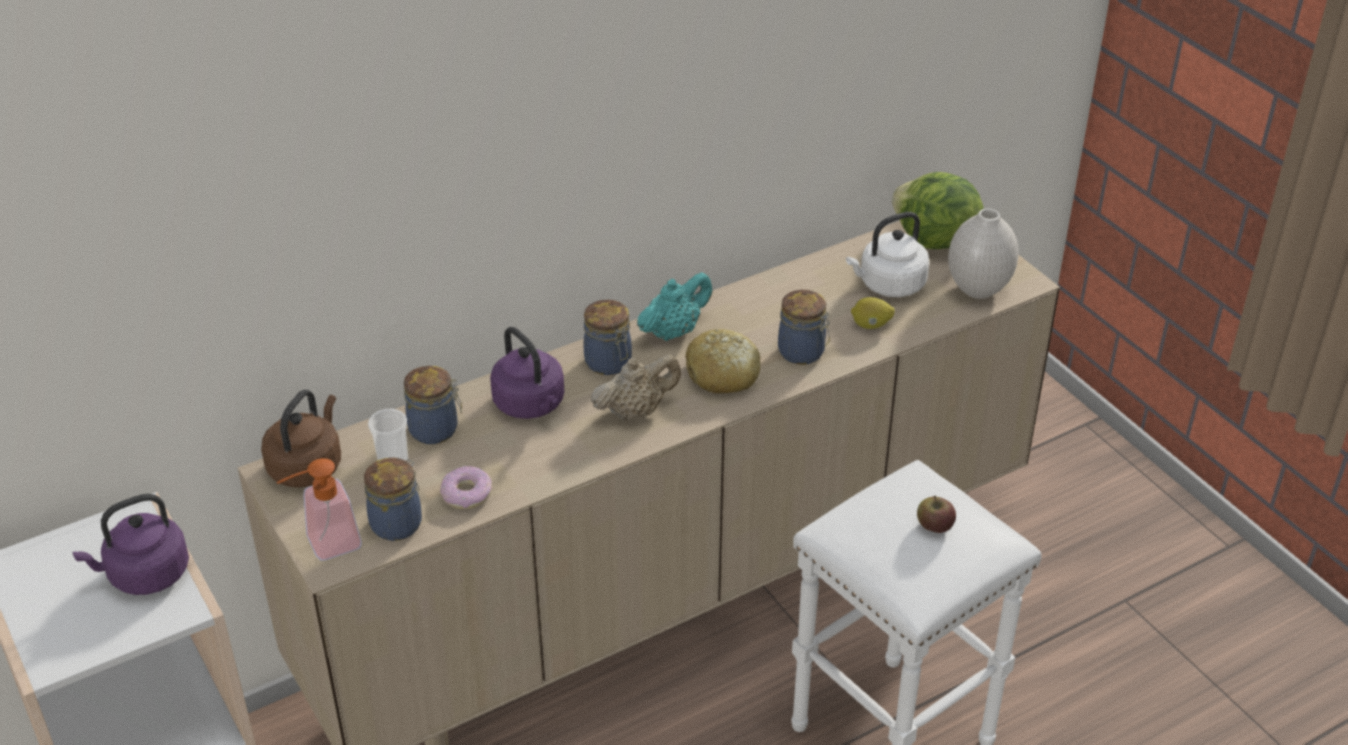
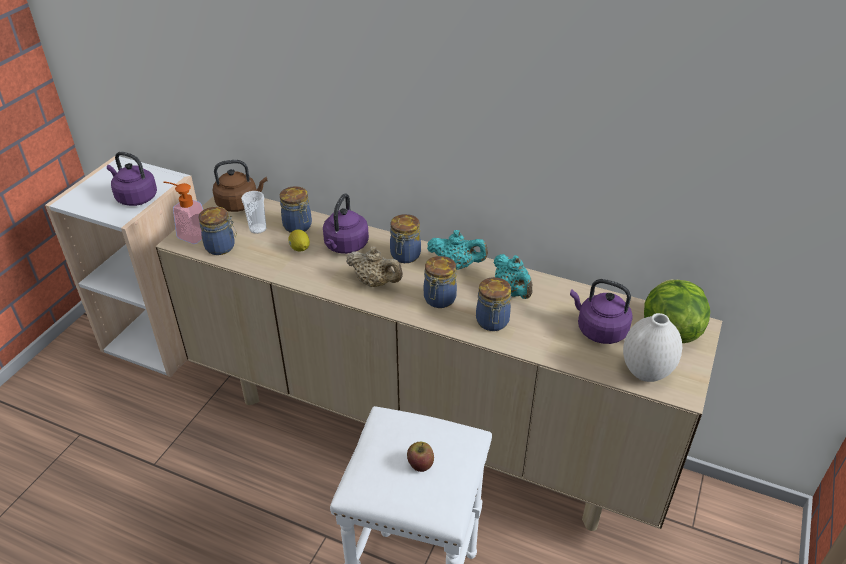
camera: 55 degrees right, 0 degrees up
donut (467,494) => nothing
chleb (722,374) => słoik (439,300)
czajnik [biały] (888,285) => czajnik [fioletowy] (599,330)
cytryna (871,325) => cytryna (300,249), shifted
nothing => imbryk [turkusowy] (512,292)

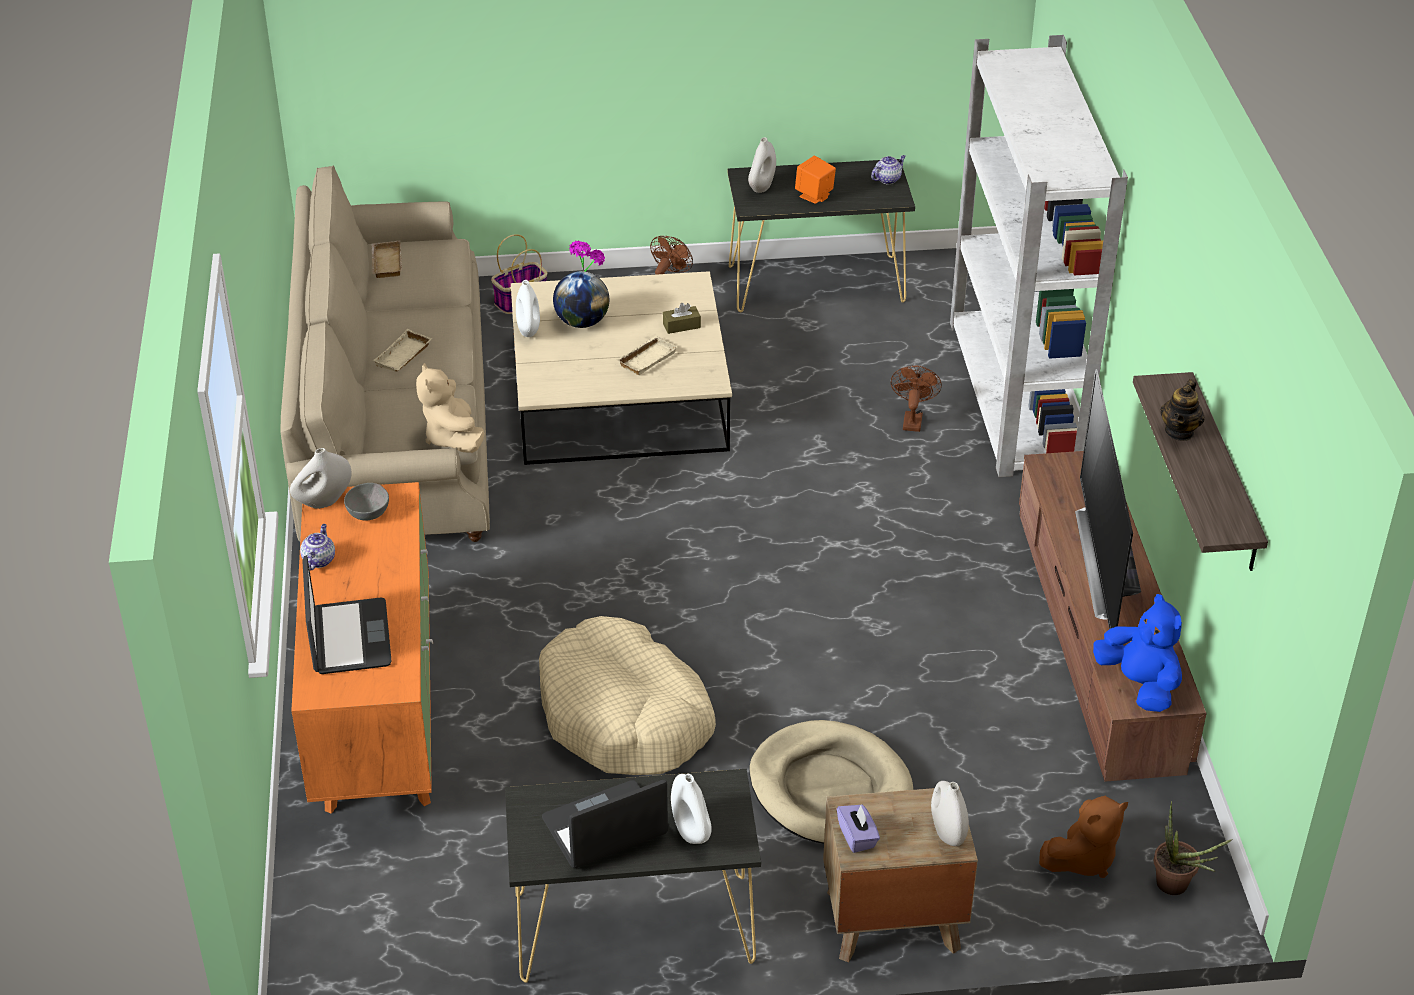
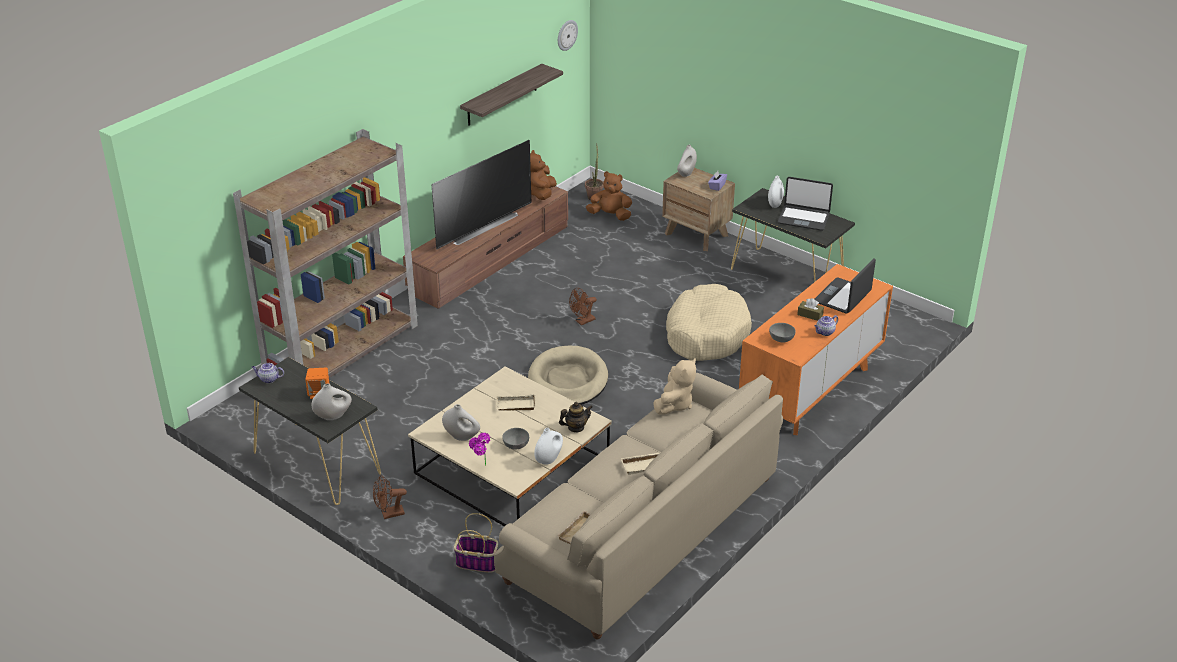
camera: 135 degrees left, 5 degrees down
wazon [biały] (323,502) => wazon [biały] (462,436), shifted
globus (582,322) => miska [szary] (516,446)
pudełko chusteczek [brązowy] (681,325) => pudełko chusteczek [brązowy] (810,315), shifted
legowisko [beżowy] (830,788) => legowisko [beżowy] (568,380), shifted
wentylator [brązowy] (912,419) => wentylator [brązowy] (583,321), shifted
regał [biały] (1015,394) => regał [brązowy] (343,351)
pluszak [niebieski] (1139,684) => pluszak [brązowy] (541,193)
imbryk (1180,431) => imbryk (576,427), shifted
nothing => zegar ścienny (566,35)

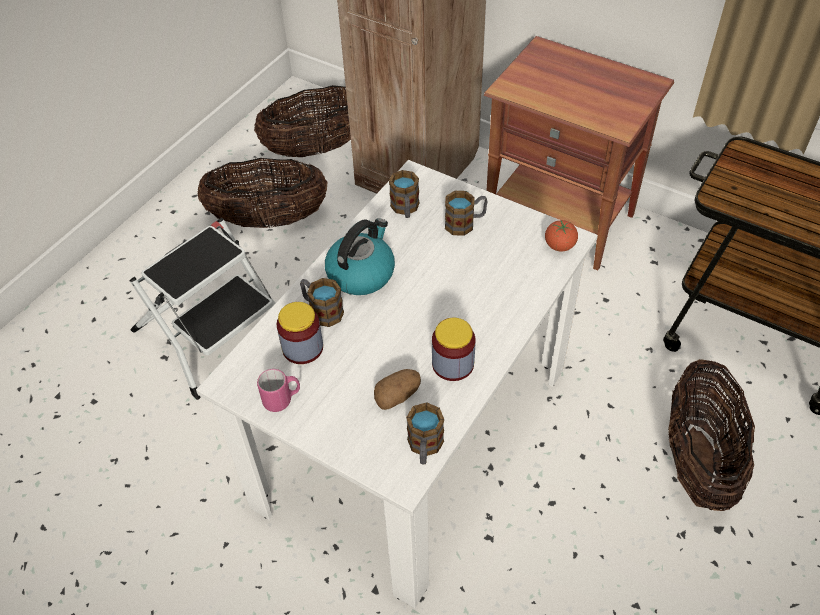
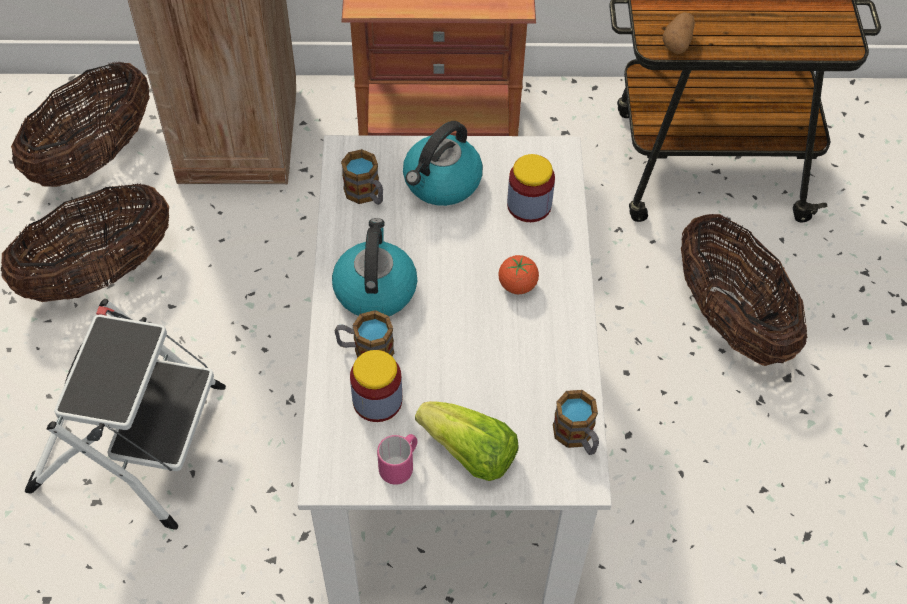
camera: 35 degrees left, 5 degrees up
ziemniak (397,396) => ziemniak (678,42), shifted
słoik (453,364) => słoik (529,205), shifted
kubek (465,223) => czajnik (441,183)
pomidor (559,246) => pomidor (517,285), shifted
nothing => sałata (469,453)

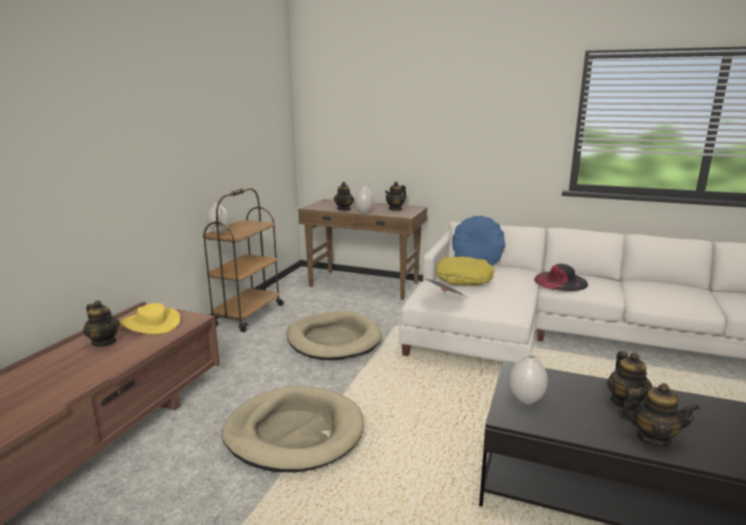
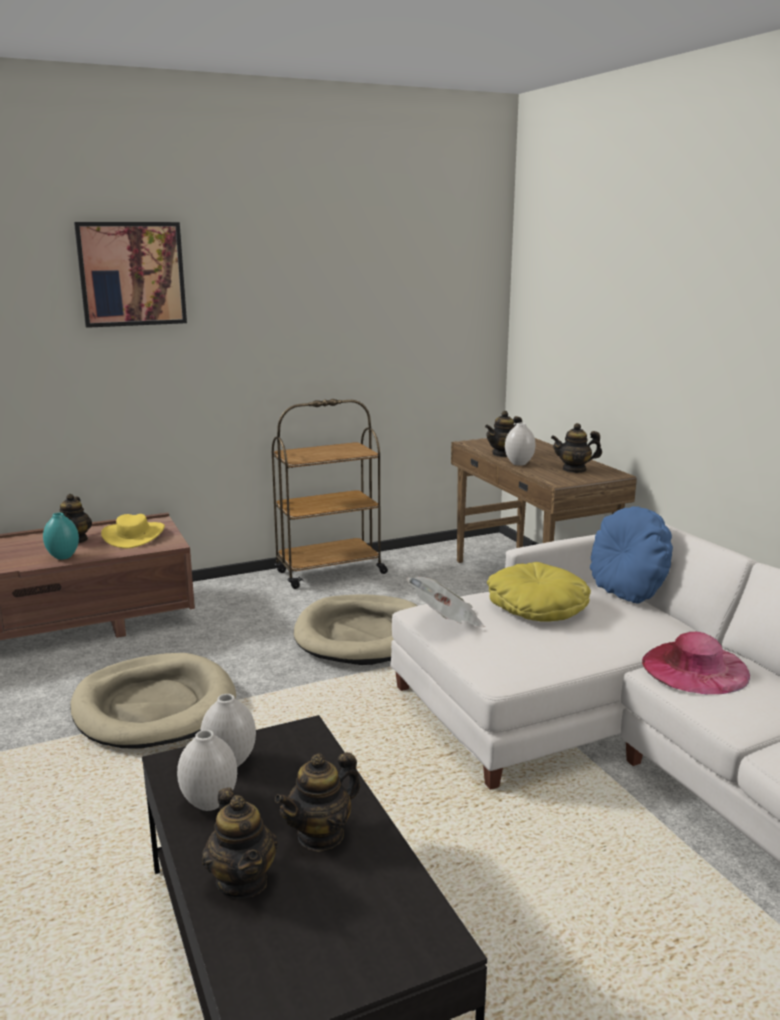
camera: 45 degrees right, 0 degrees up
wazon [biały] (219,232) => wazon [biały] (209,802), shifted
kapelusz [czarny] (560,281) => kapelusz [różowy] (695,668)
nothing => wazon [turkusowy] (63,557)
nothing => obraz (132,274)

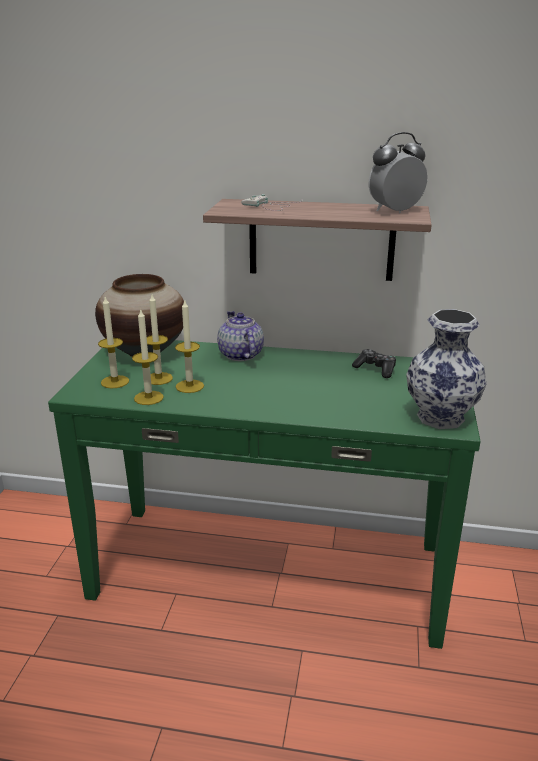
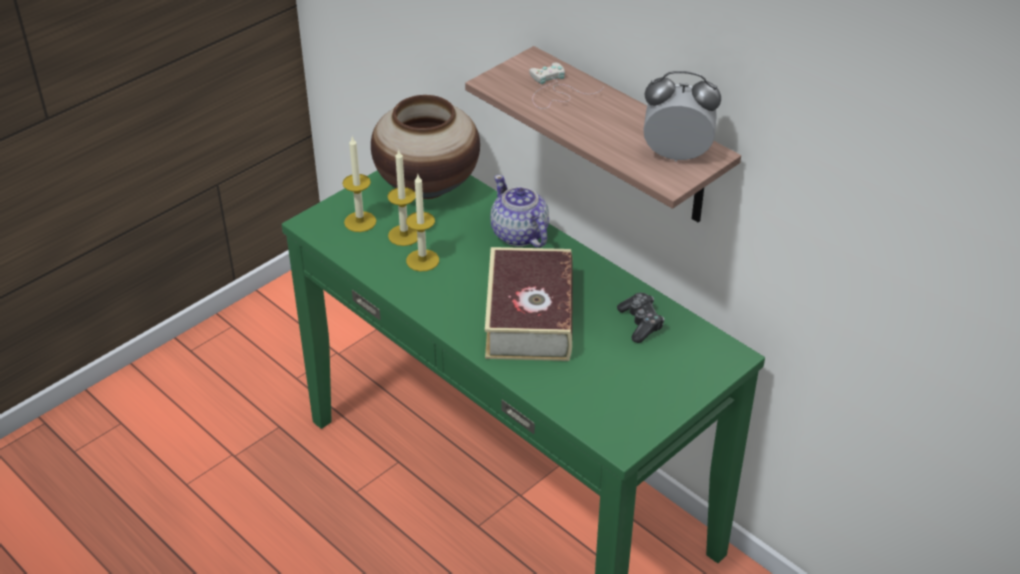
camera: 35 degrees right, 15 degrees up
świeca (148,398) => nothing
imbryk (240,355) => imbryk (519,235), 45 degrees counterclockwise
wazon (441,417) => nothing
nothing => książka (529,317)

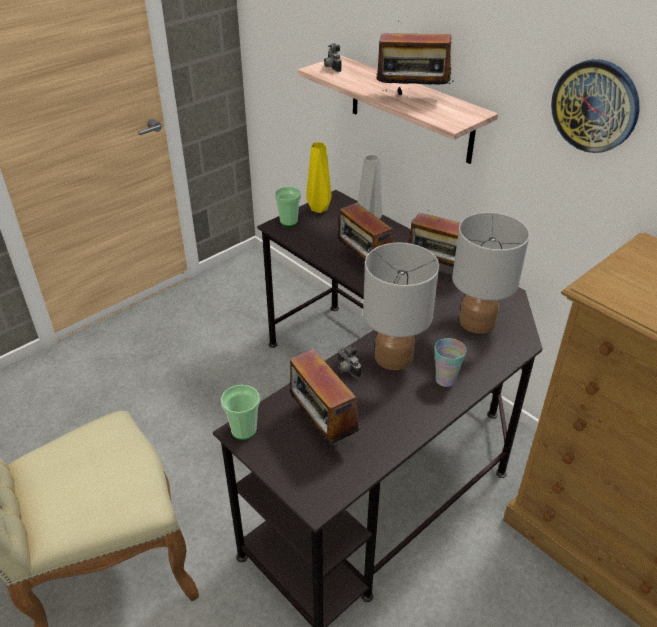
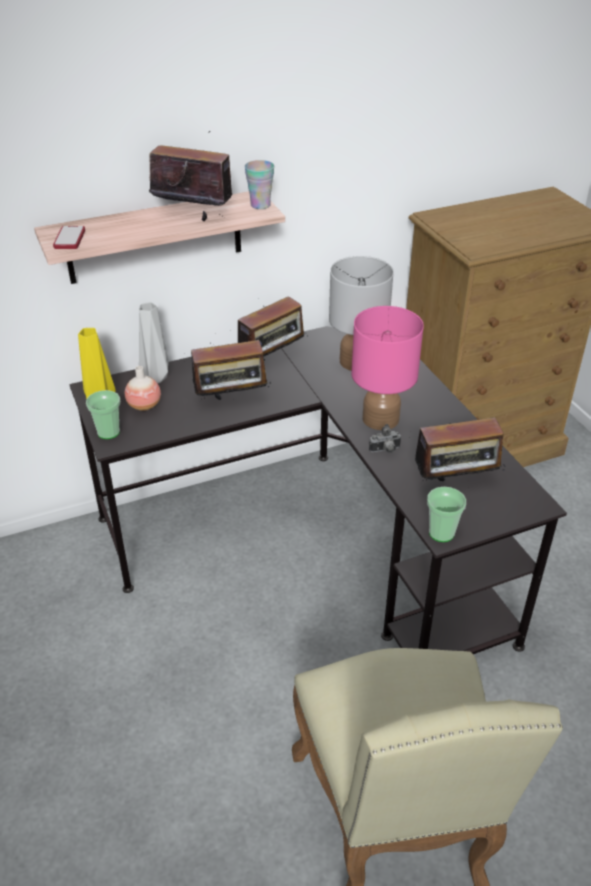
camera: 70 degrees left, 0 degrees up
aparat fotograficzny (331,68) => telefon (69,239)
lampa stołowa [szary] (394,357) => lampa stołowa [różowy] (380,419)
radio (412,98) => radio (193,216), 105 degrees counterclockwise
filiżanka (445,379) => filiżanka (260,205), shifted
zegar ścienny (595,106) => nothing
nothing => wazon (144,405)

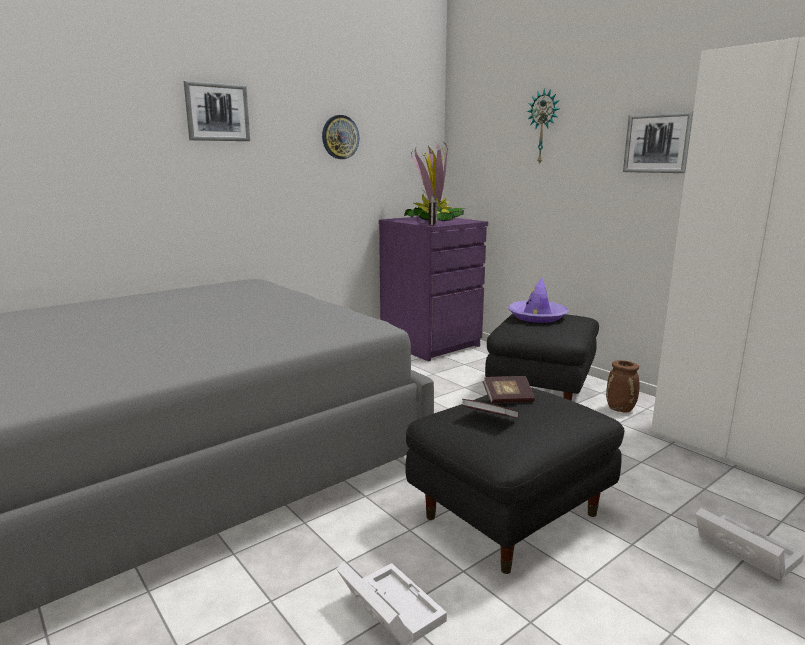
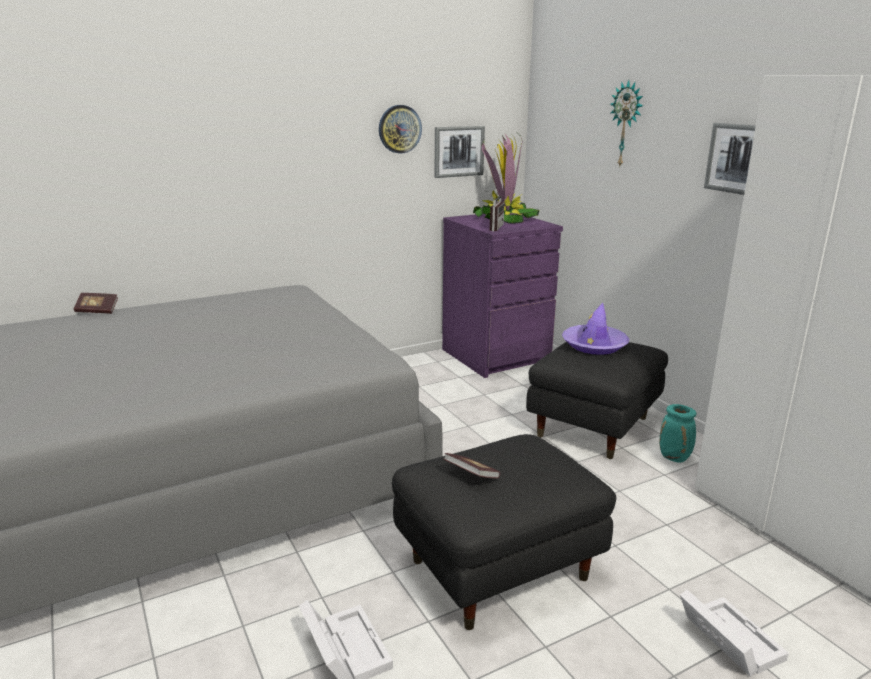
camera: 10 degrees right, 5 degrees up
obraz (217,112) => obraz (458,151), shifted
książka (508,399) => książka (97,311), shifted
wazon [brązowy] (621,409) => wazon [turkusowy] (675,458)

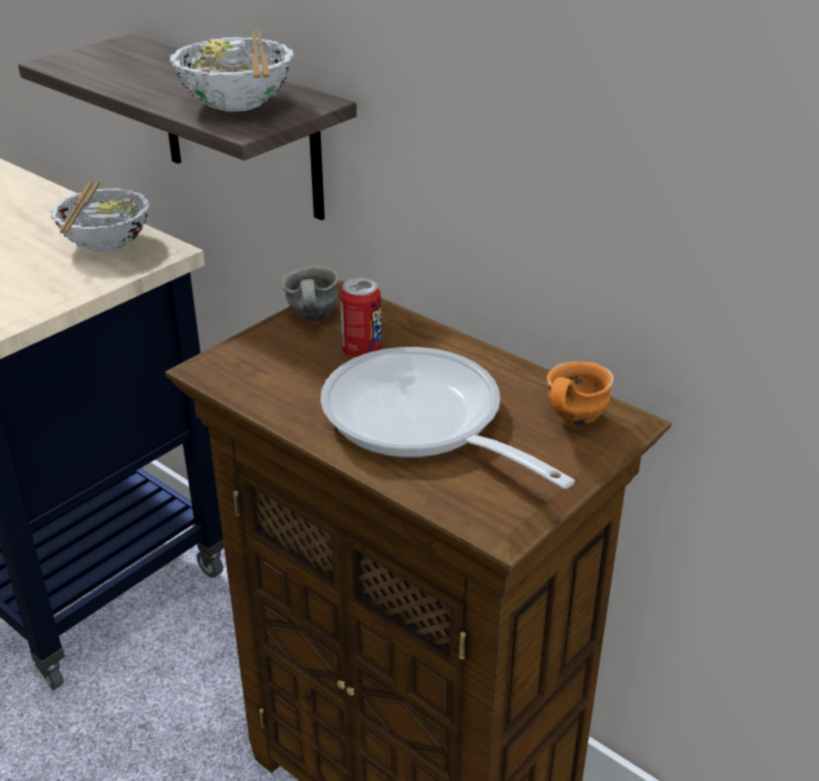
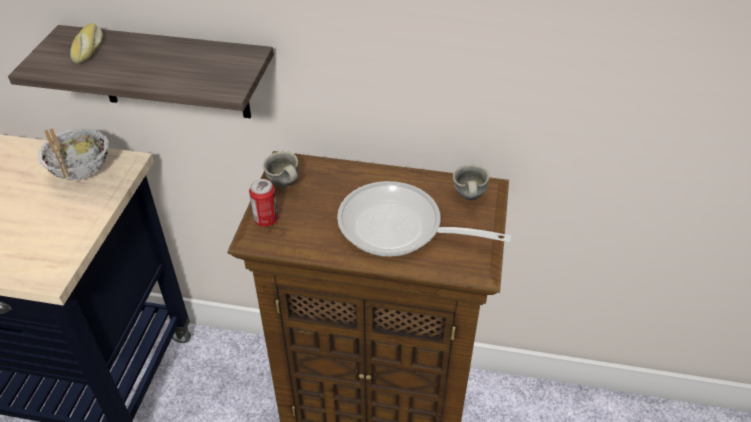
camera: 30 degrees left, 10 degrees up
miska (238,104) => nothing
puszka (362,351) => puszka (266,220), shifted
kubek [pomarańczowy] (570,420) => kubek [szary] (467,198)
nothing => chleb (89,49)

